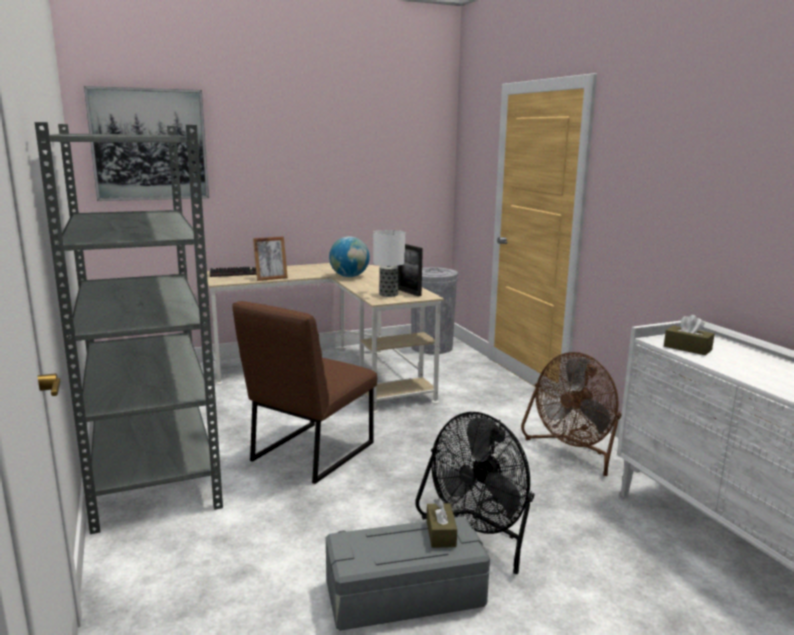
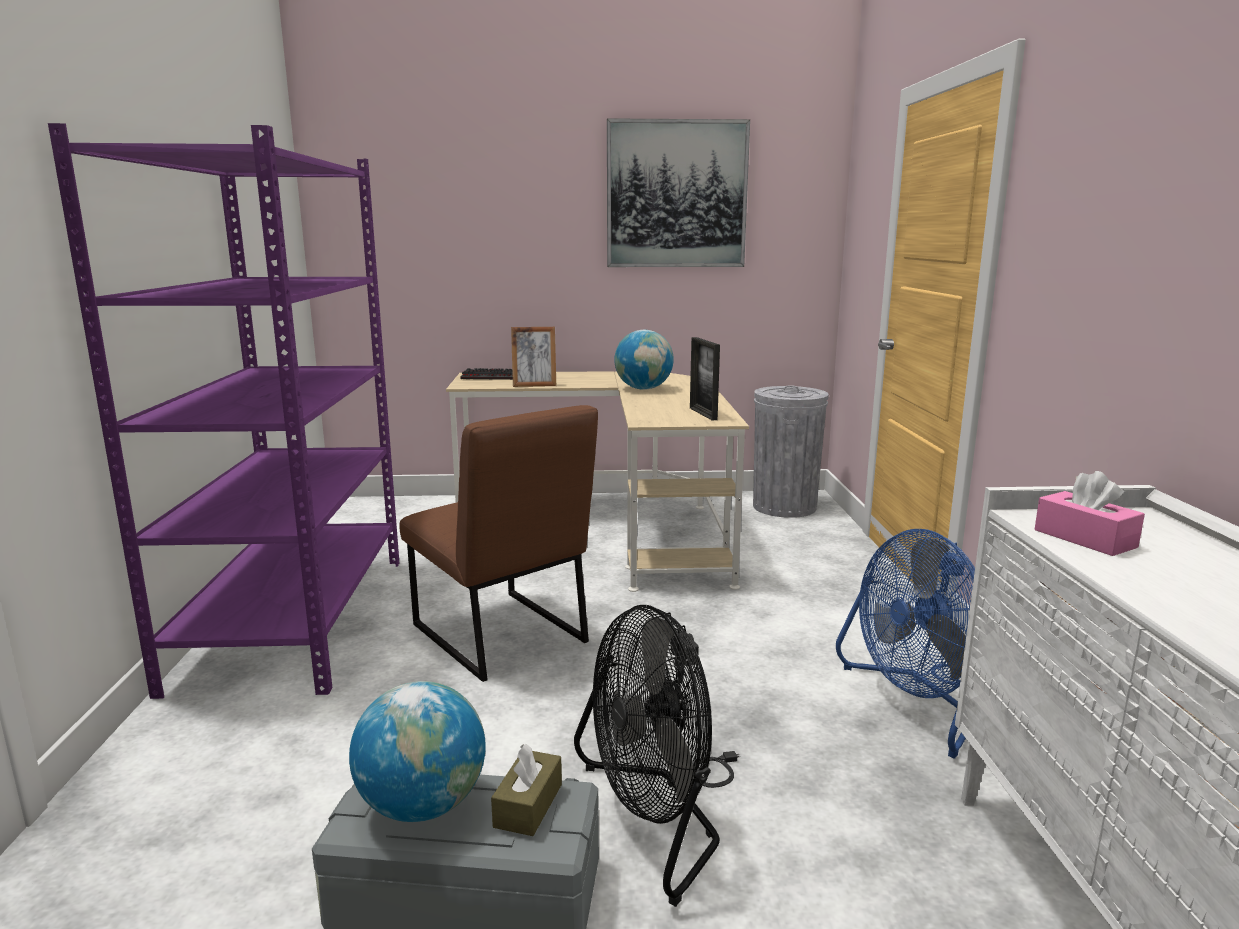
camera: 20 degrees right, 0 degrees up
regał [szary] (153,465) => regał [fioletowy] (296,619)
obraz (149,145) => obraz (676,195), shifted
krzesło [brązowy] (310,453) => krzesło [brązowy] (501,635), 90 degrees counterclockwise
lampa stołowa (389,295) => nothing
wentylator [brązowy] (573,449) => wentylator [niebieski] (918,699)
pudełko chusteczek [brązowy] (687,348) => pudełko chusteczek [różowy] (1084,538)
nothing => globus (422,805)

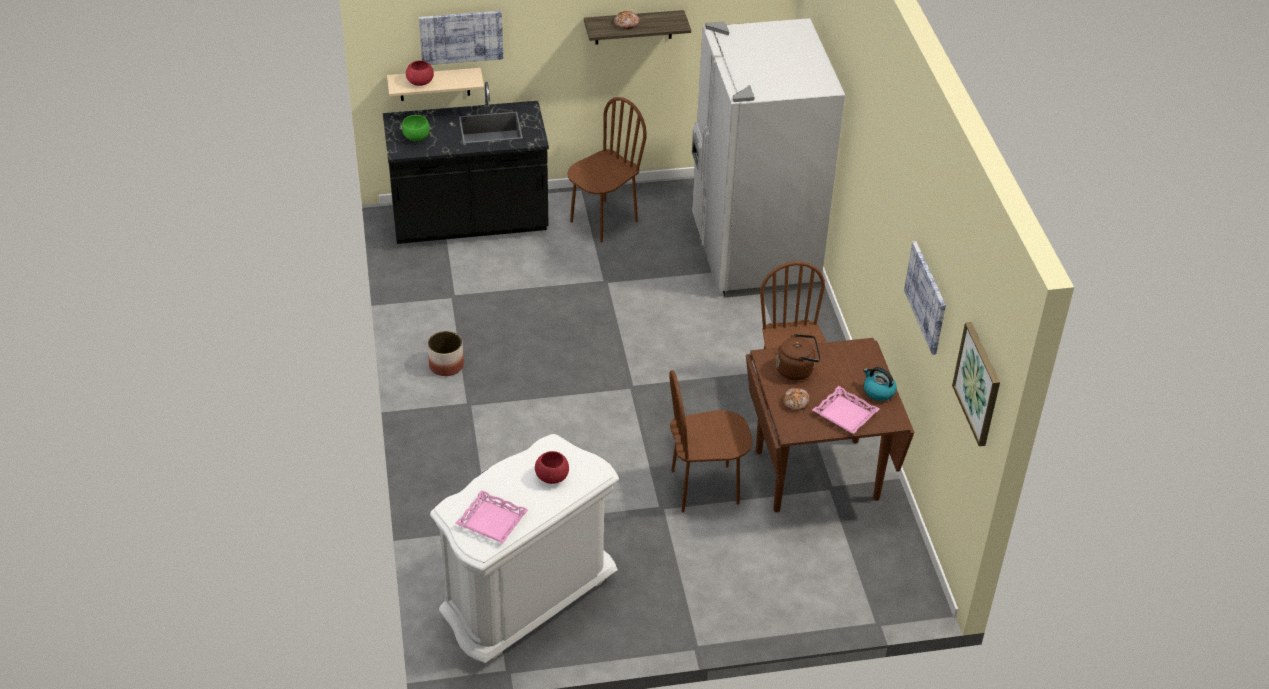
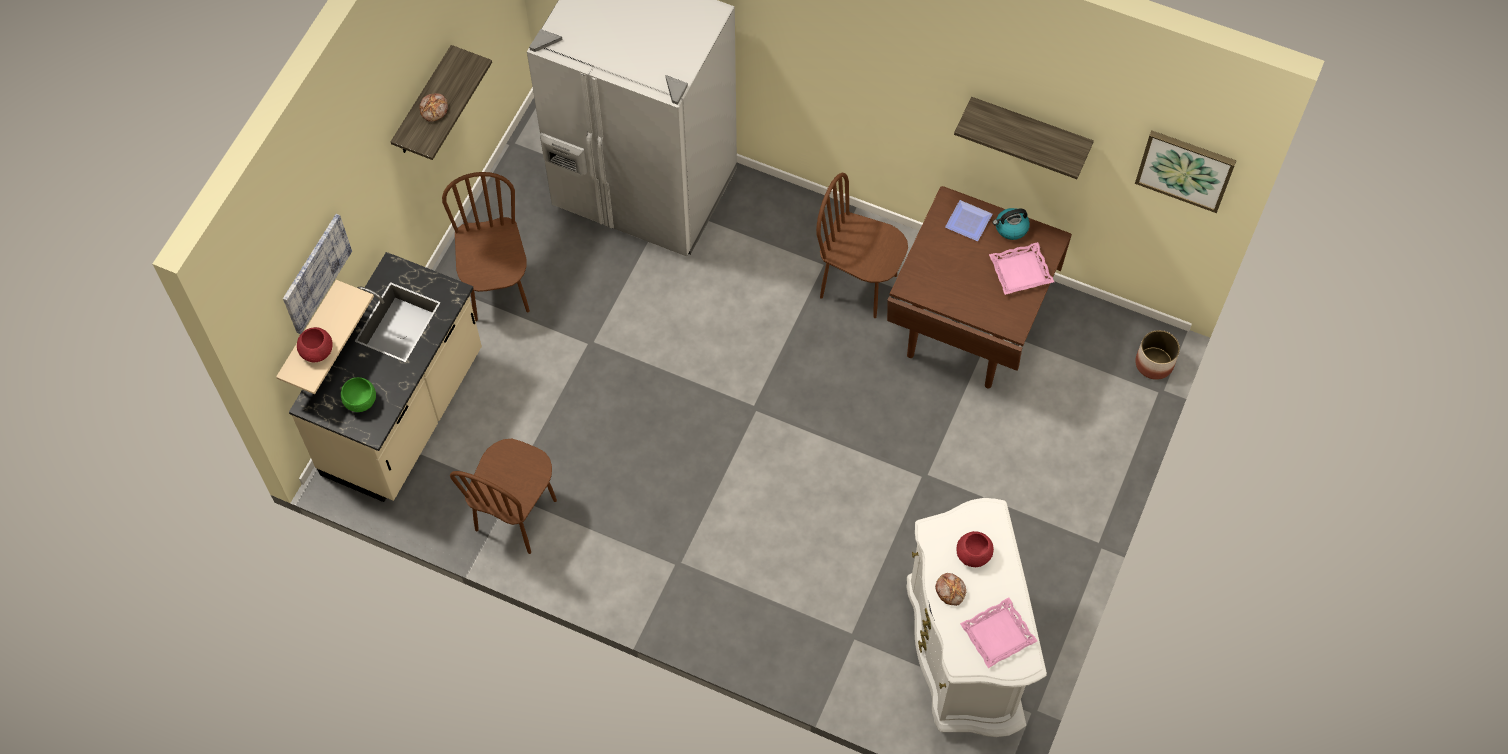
camera: 55 degrees left, 20 degrees up
zabudowa kuchenna [czarny] (470,223) => zabudowa kuchenna [beżowy] (405,415)
donica (446,365) => donica (1153,363), shifted
krzesło [brązowy] (705,487) => krzesło [brązowy] (516,515), shifted
czajnik [brązowy] (797,370) => nothing
chleb (796,402) => chleb (950,590), shifted
obraz (926,297) => półka (1029,129)
nothing => talerz (970,221)

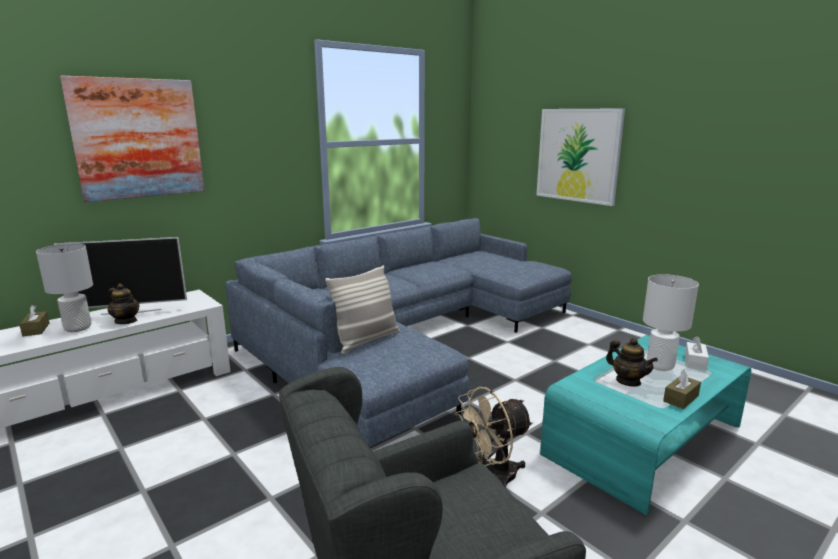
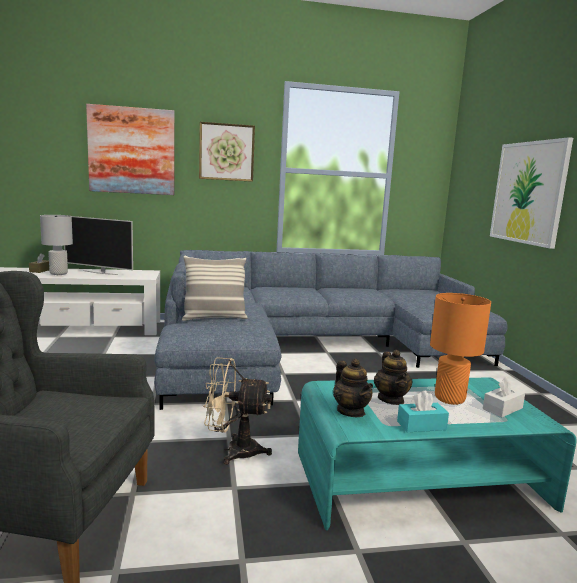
camera: 30 degrees right, 5 degrees down
imbryk (126,321) => imbryk (351,411), shifted
lampa stołowa [biały] (659,367) => lampa stołowa [pomarańczowy] (449,401)
pudełko chusteczek [brązowy] (681,398) => pudełko chusteczek [turkusowy] (421,425)
nothing => obraz (226,152)

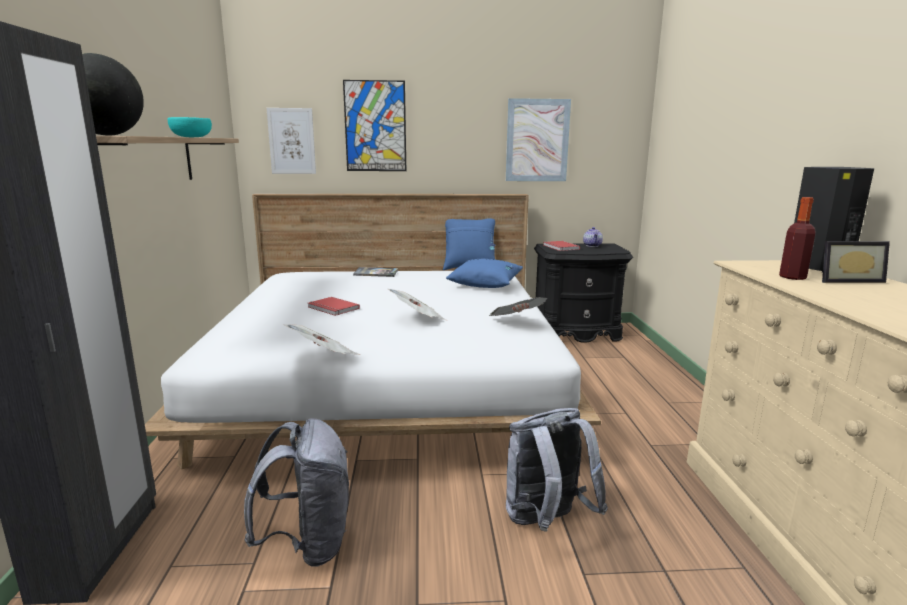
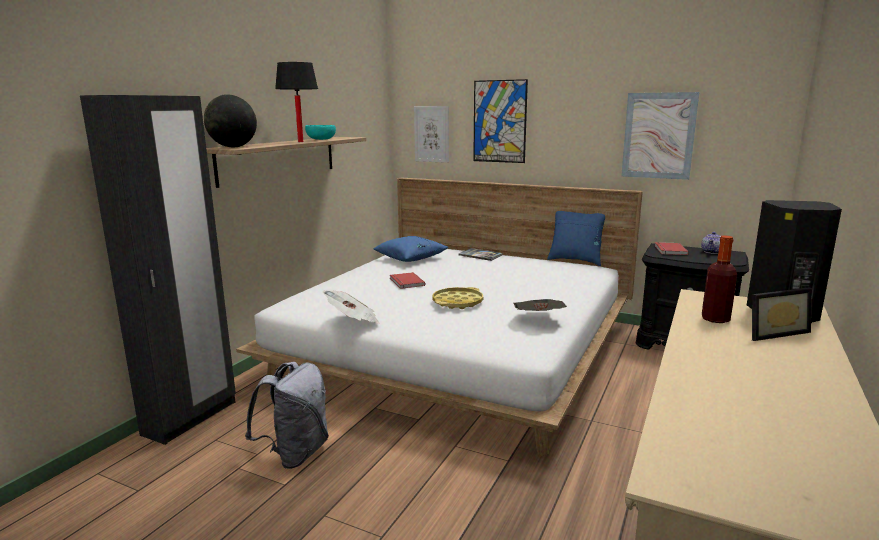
camera: 30 degrees right, 0 degrees up
gazeta (418,319) => taca [żółty] (457,302)
poduszka [niebieski] (485,285) => poduszka [niebieski] (410,258), shifted
plecak [szary] (546,522) => nothing
ramka na zdjęcie (846,280) => ramka na zdjęcie (772,332), 45 degrees counterclockwise
nothing => lampa stołowa [czarny] (300,142)

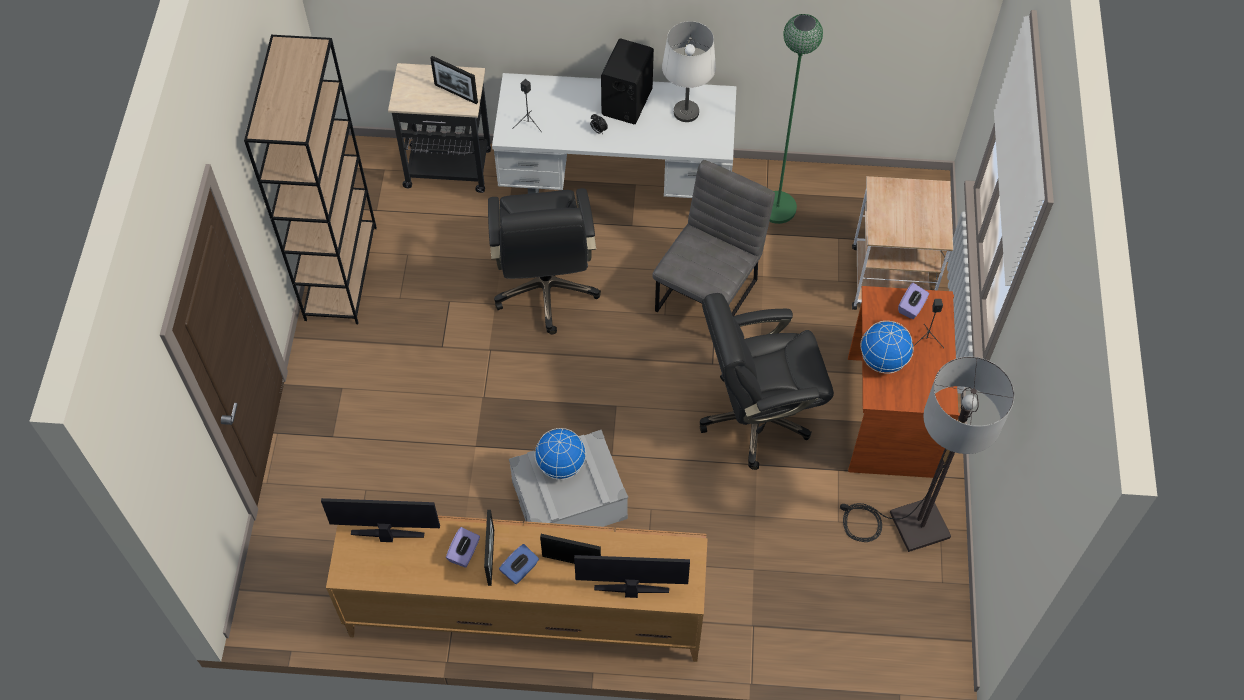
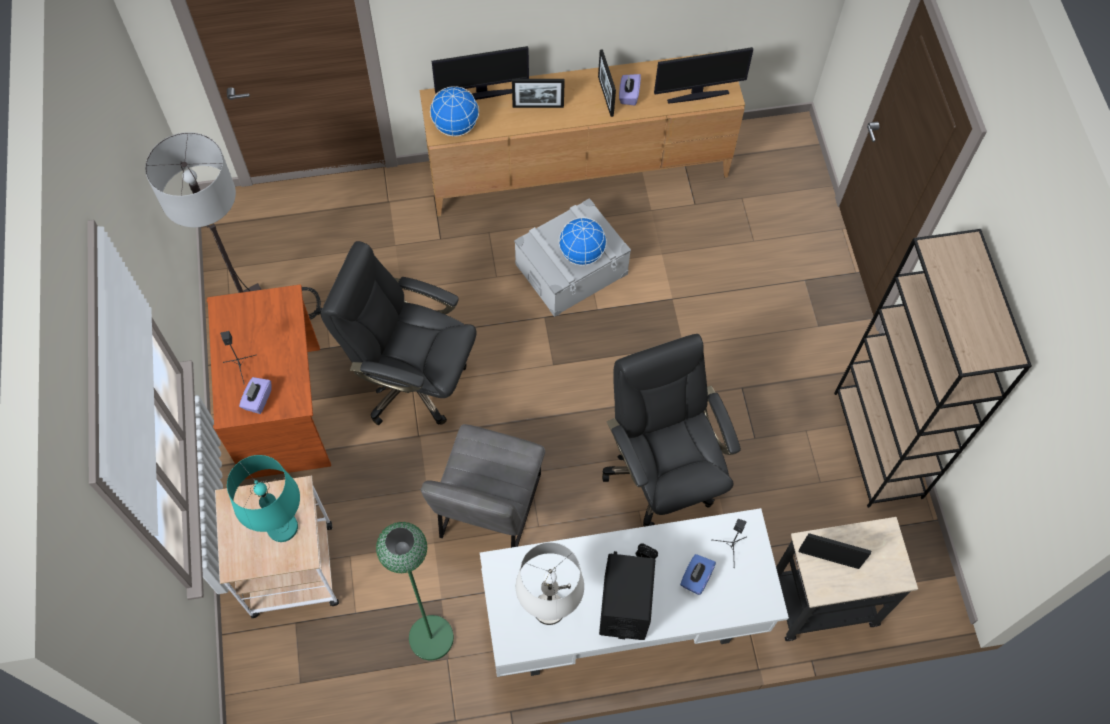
camera: 165 degrees right, 5 degrees up
pudełko chusteczek [niebieski] (520,570) => pudełko chusteczek [niebieski] (696,578), shifted
krzesło biurowe [czarny] (757,417) => krzesło biurowe [czarny] (414,382), 135 degrees counterclockwise
globus (883,360) => globus (455,126), shifted
nothing => lampa stołowa [turkusowy] (282,527)

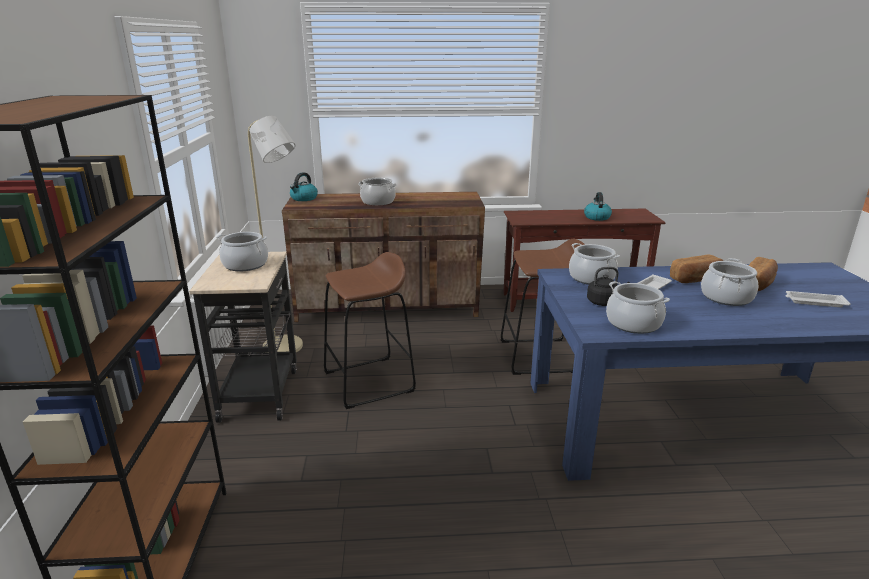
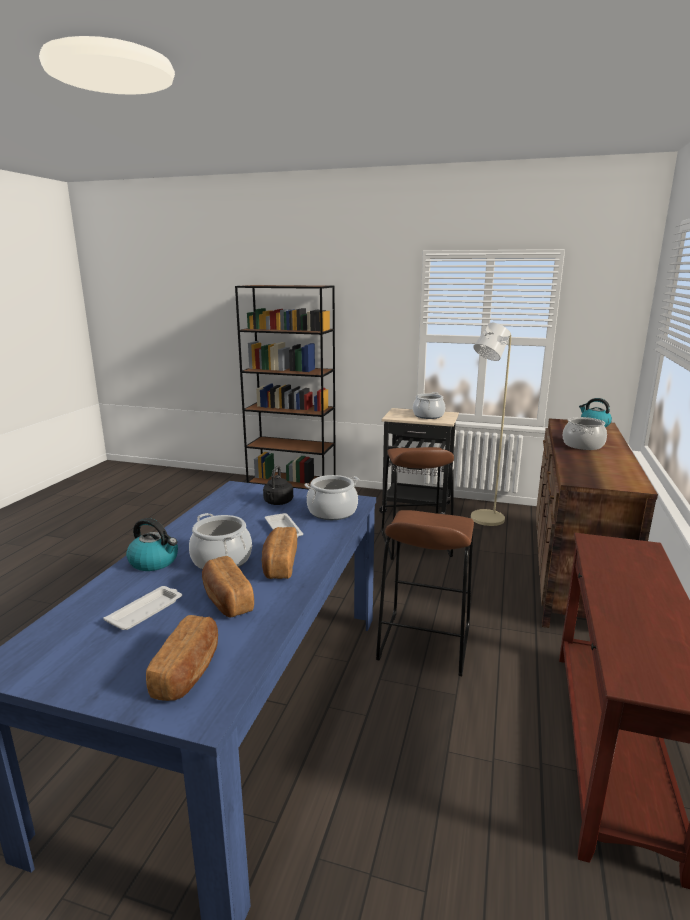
camera: 110 degrees right, 5 degrees down
czajnik (596,217) => czajnik (155,561), shifted
garnek (633,323) => nothing
nothing => chleb (189,671)

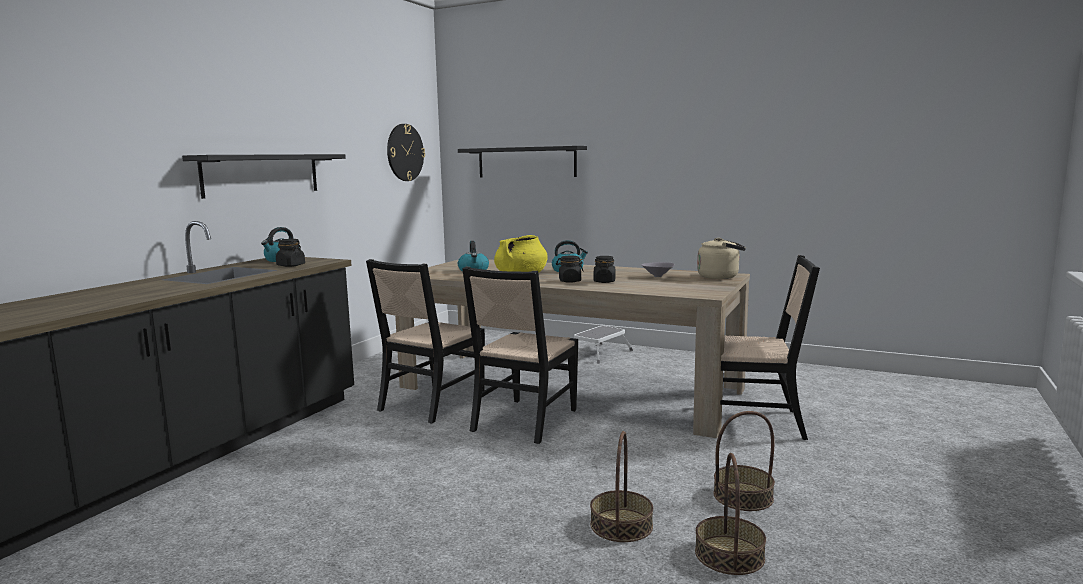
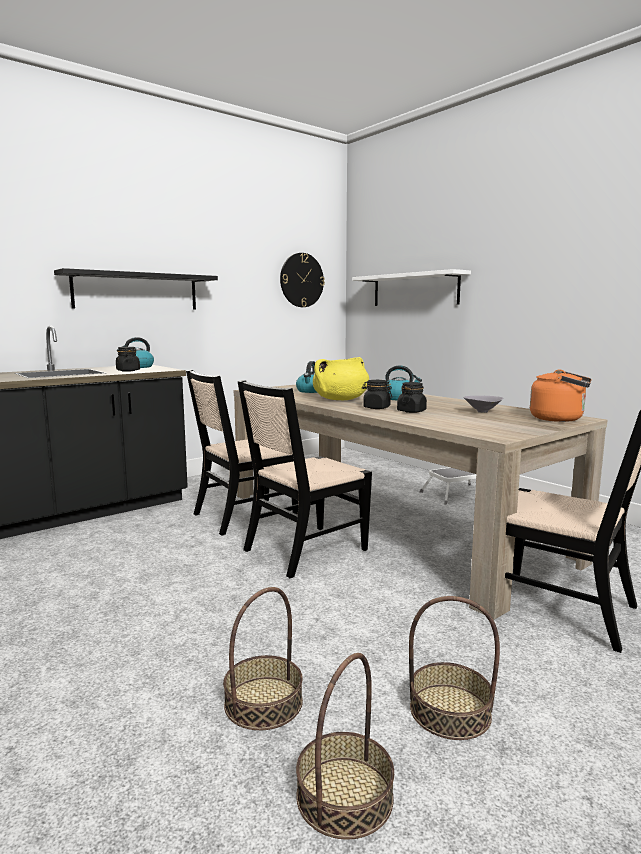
camera: 25 degrees right, 0 degrees up
półka [czarny] (526,162) => półka [biały] (414,290)
czajnik [beżowy] (720,277) => czajnik [pomarańczowy] (560,419)

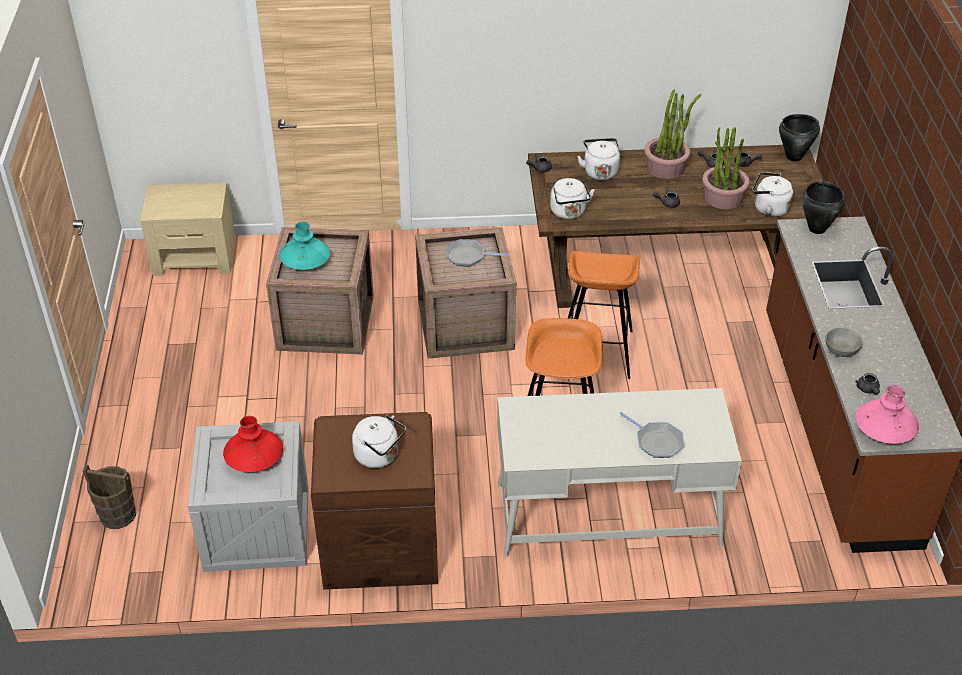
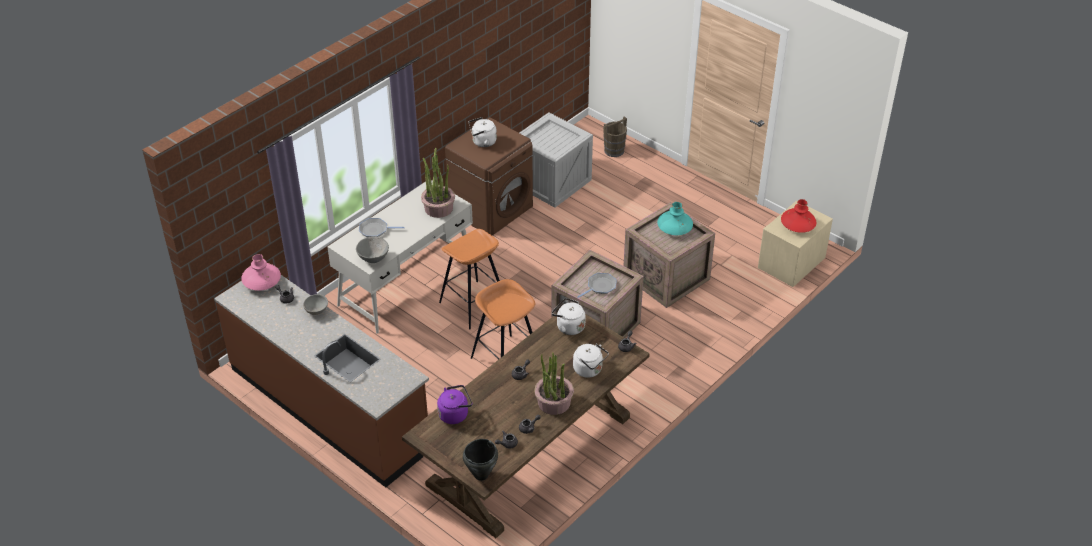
camera: 135 degrees right, 0 degrees up
wazon [czerwony] (254,458) => wazon [czerwony] (797,225), shifted
roślina doniczkowa (723,197) => roślina doniczkowa (438,208), shifted
czajnik [biały] (768,208) => czajnik [fioletowy] (455,414)
garnek [czarny] (816,229) => nothing
nothing => miska [szary] (373,259)

